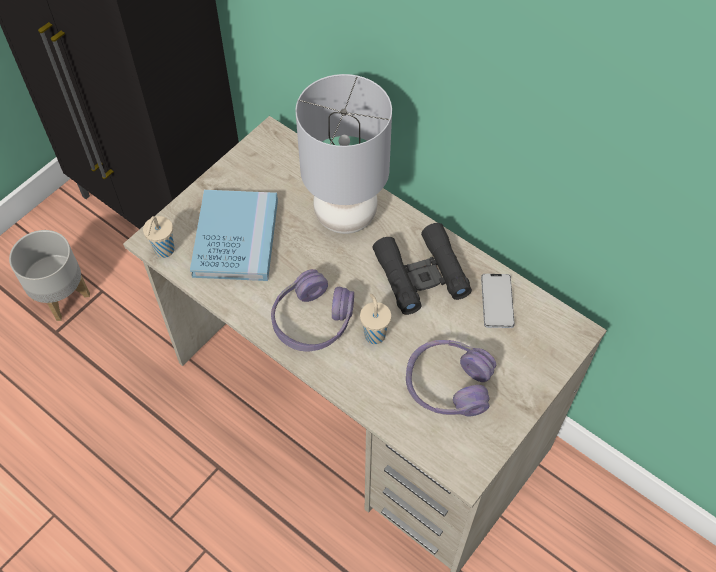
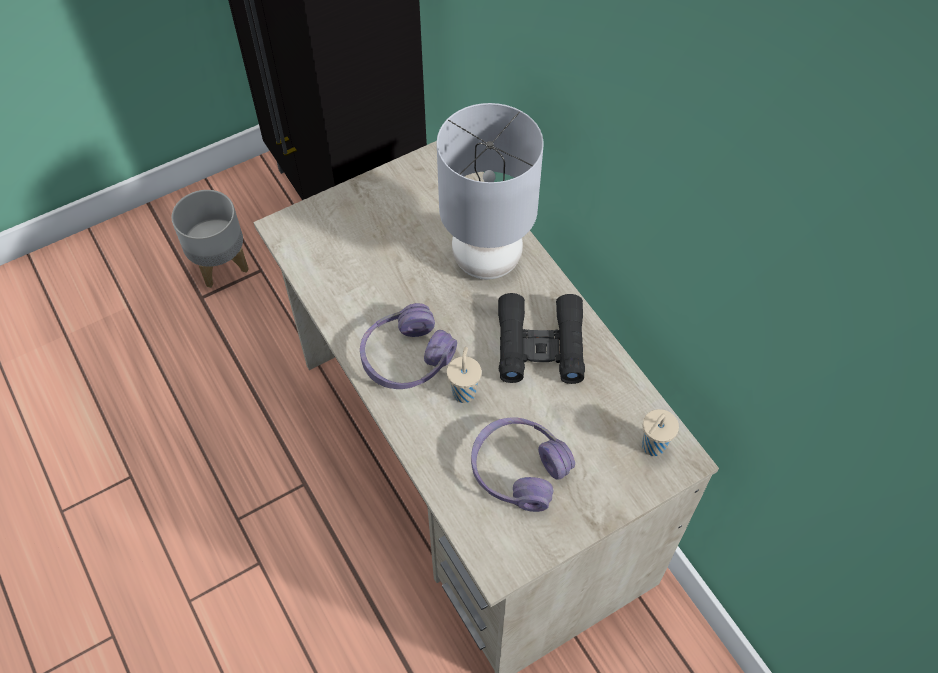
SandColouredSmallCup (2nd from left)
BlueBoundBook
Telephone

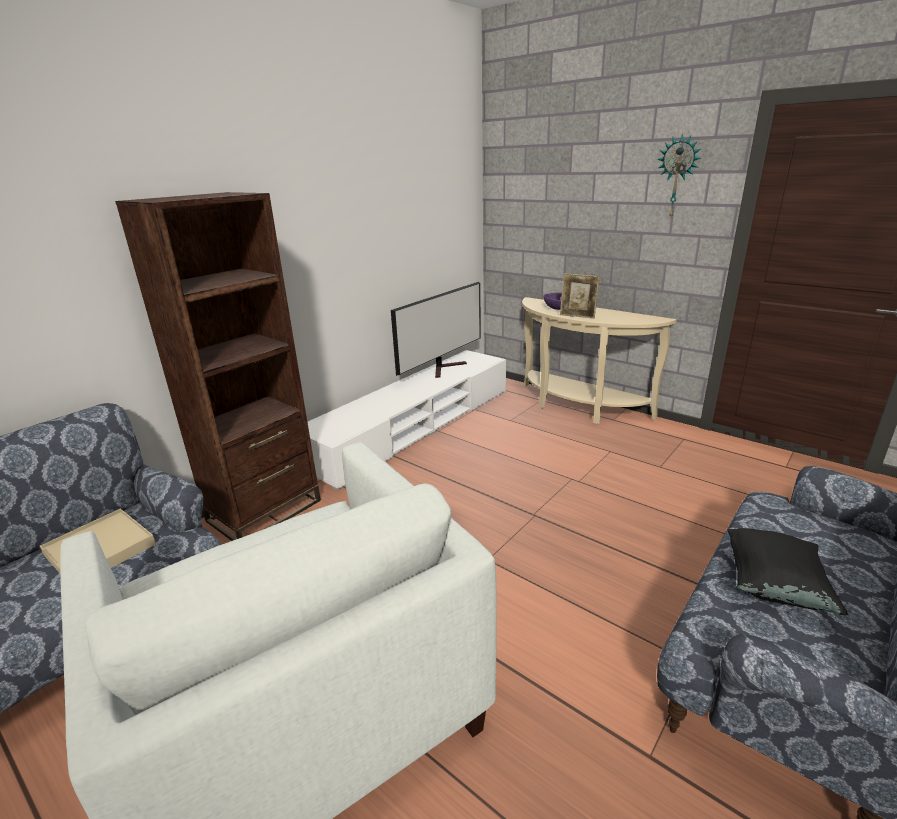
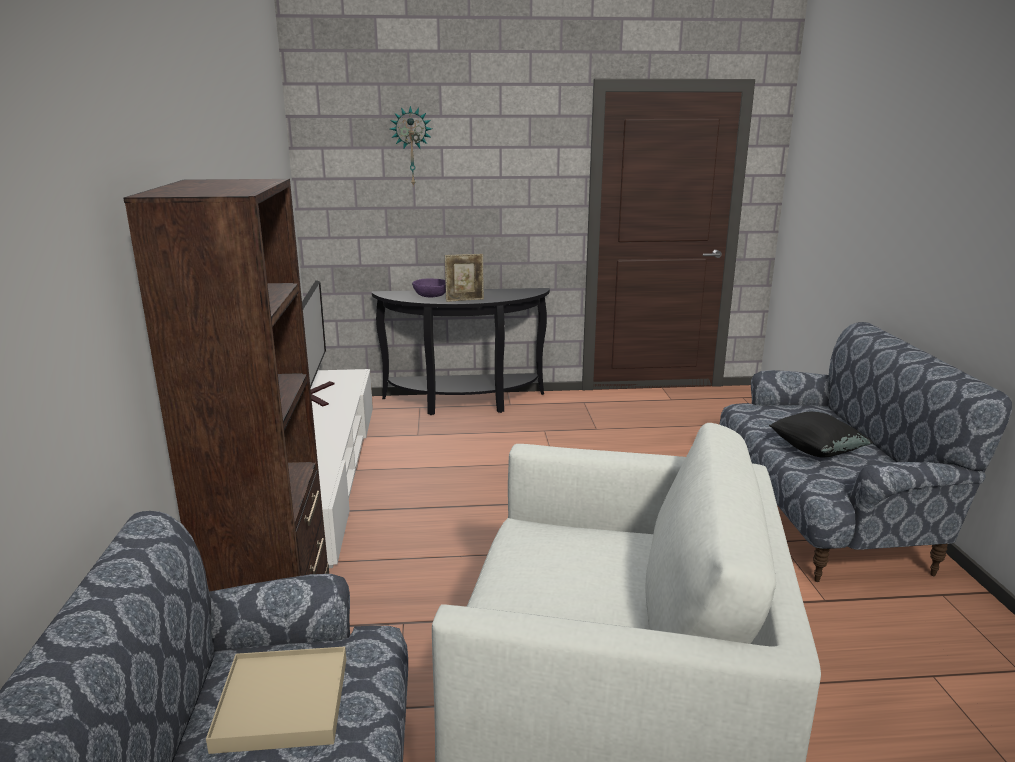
BlackNarrowTable
HangingClock

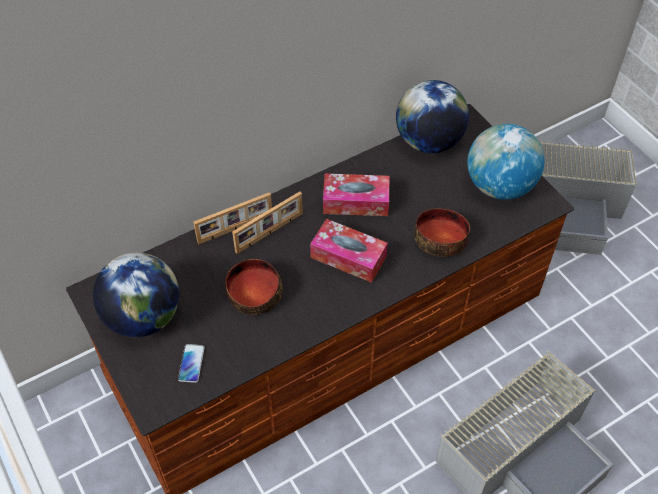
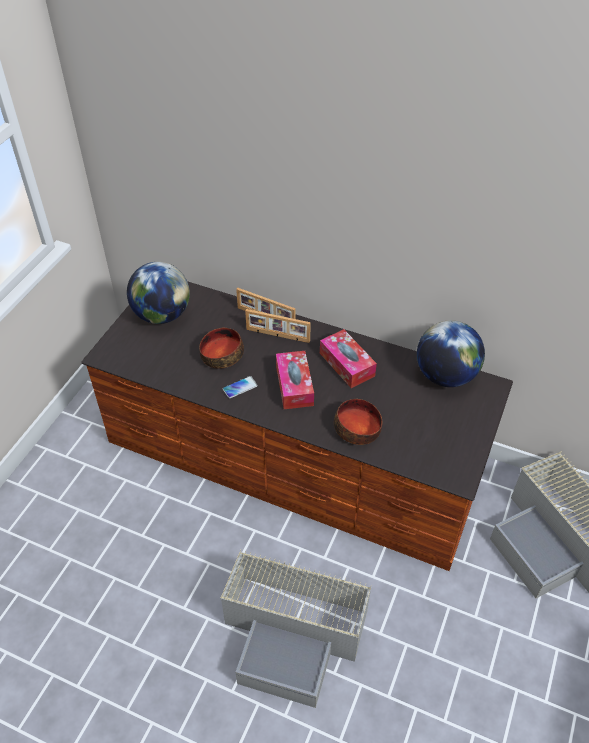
Telephone
Globe (3rd from left in the first image)

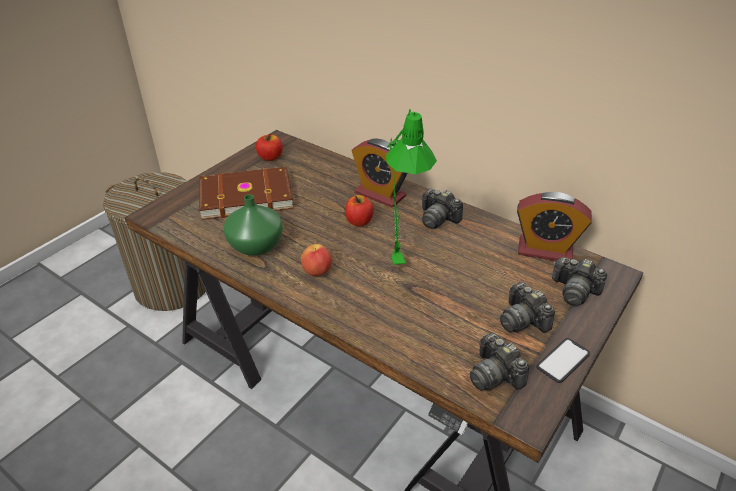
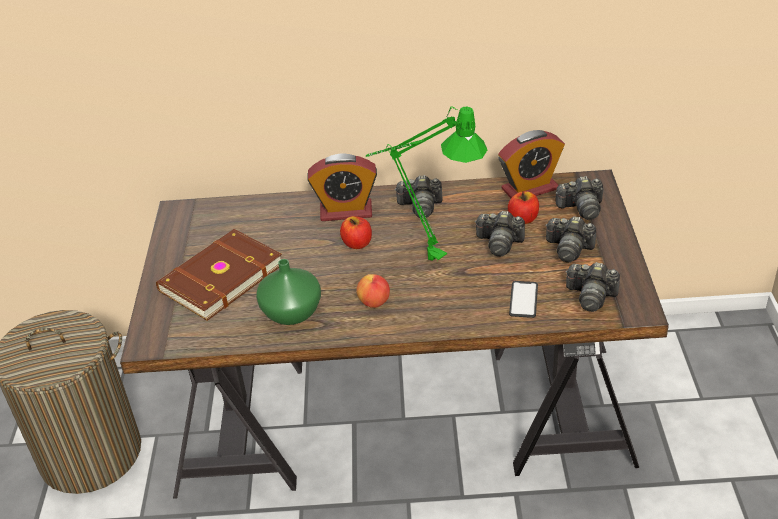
AppleFruit (3rd from left)
Telephone
StillCamera (2nd from left)

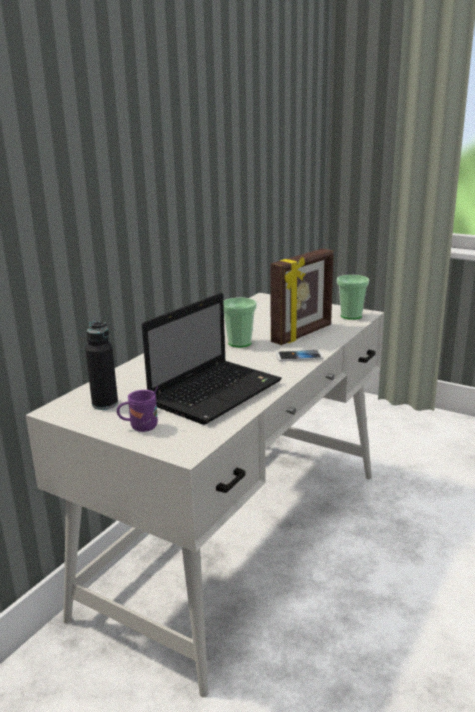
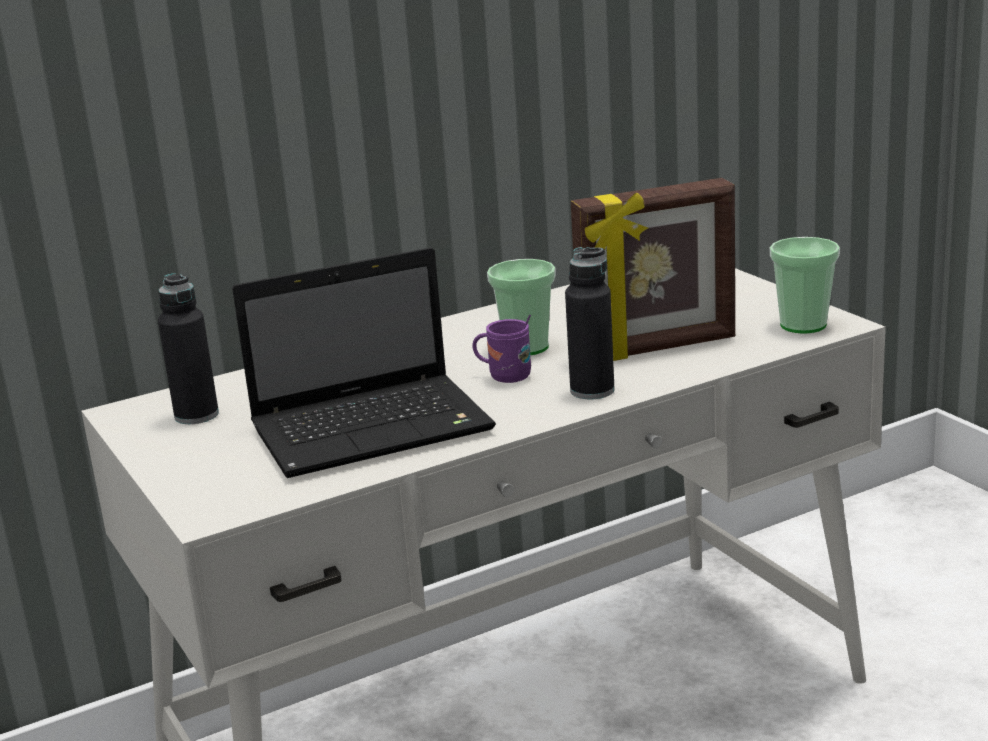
PurpleColouredMug
BlackBeverageBottle (2nd from left)

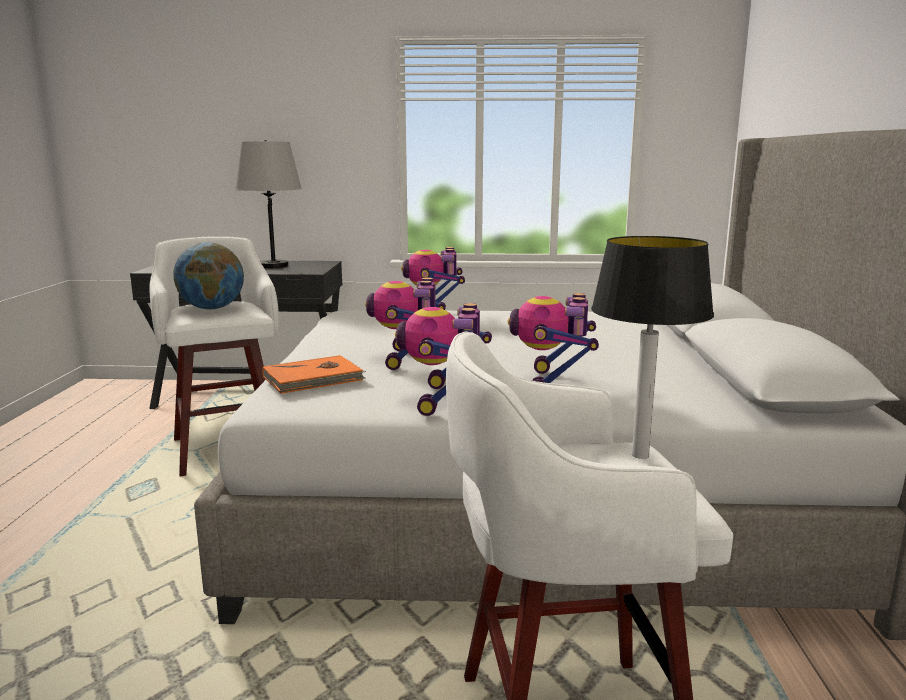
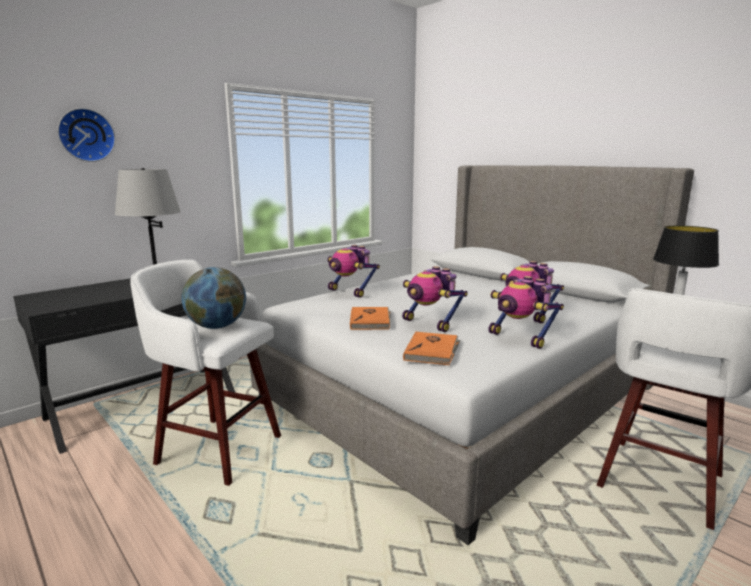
HangingClock
OrangeBoundBook (1st from left)

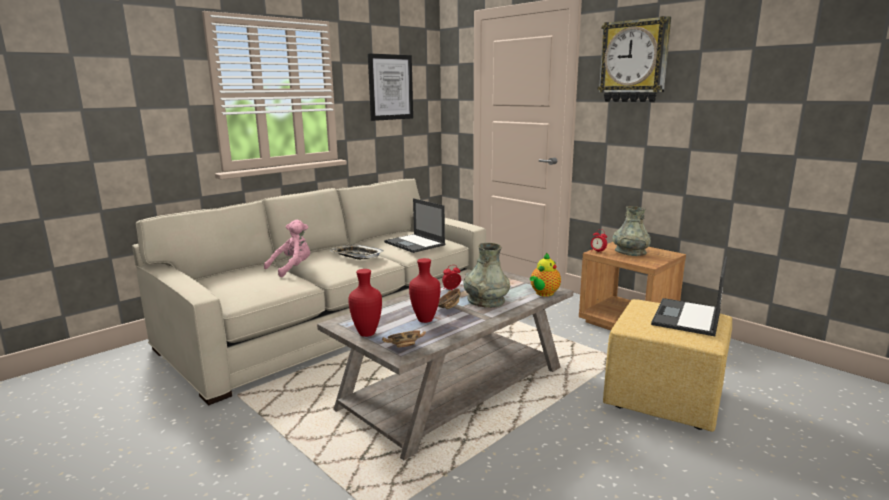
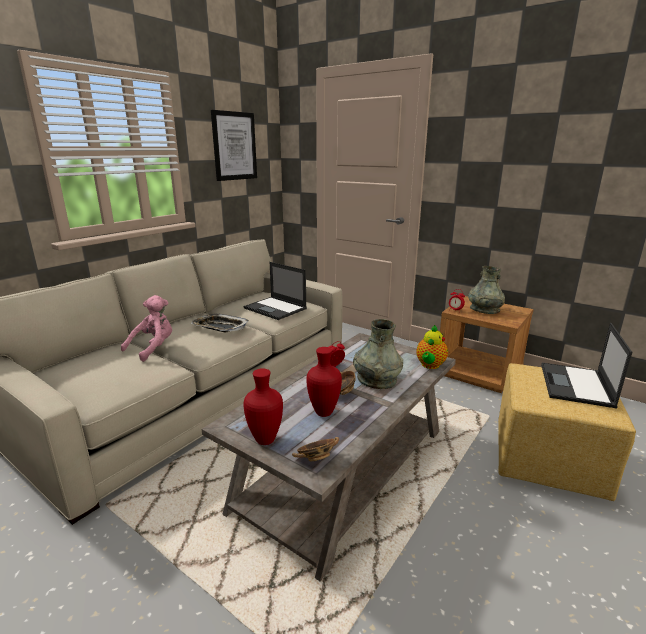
HangingClock

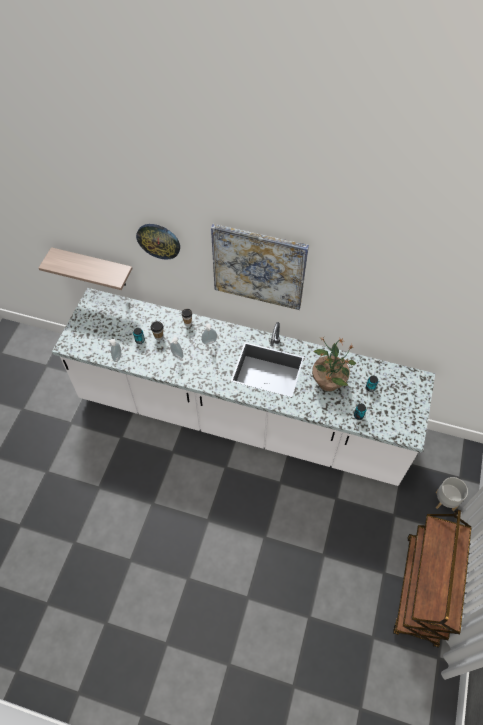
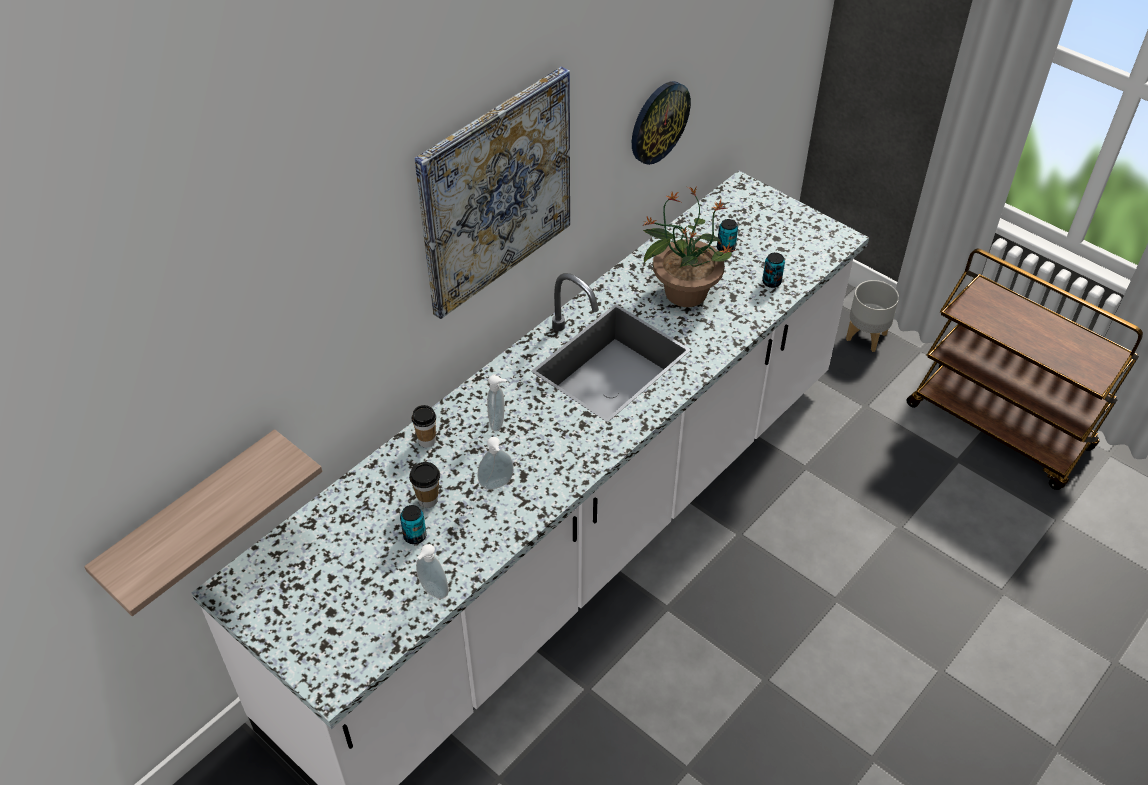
HangingClock

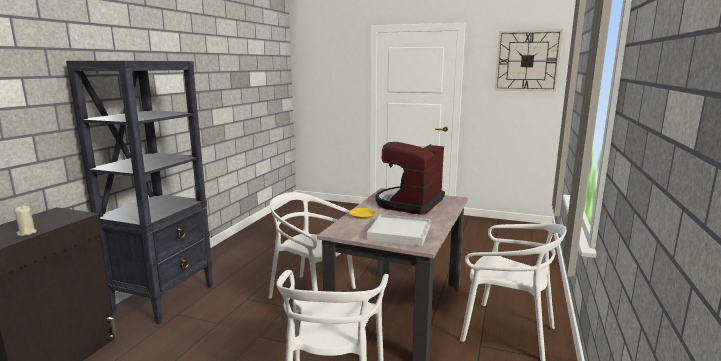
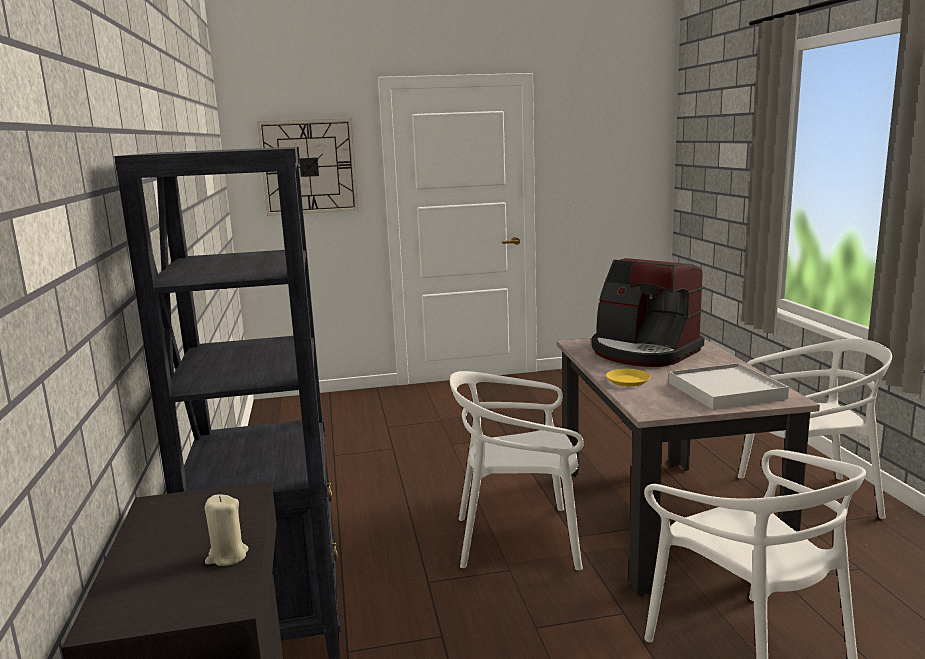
CoffeeBrewer
HangingClock

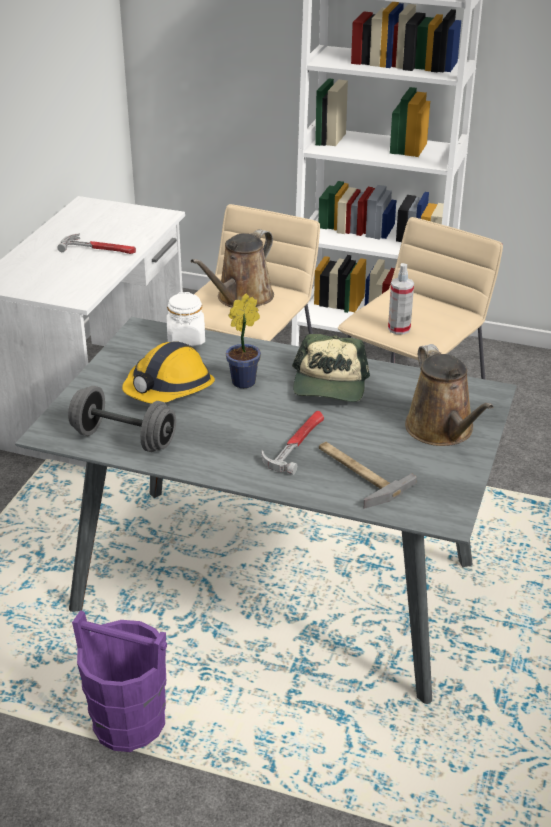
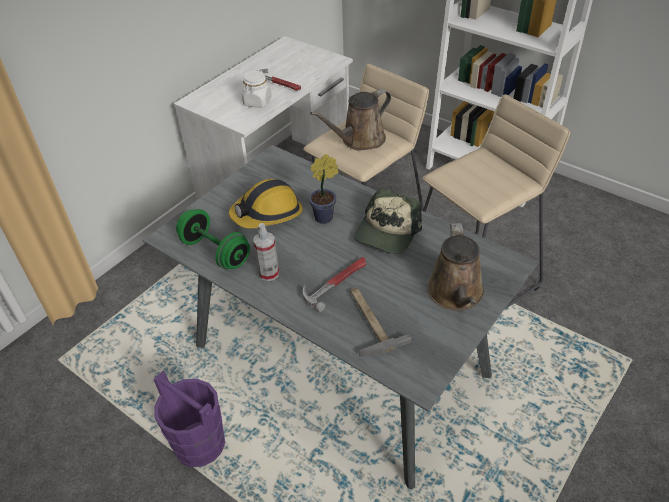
GreenishFreeWeight
WhitishPreserveJar
SprayBottle

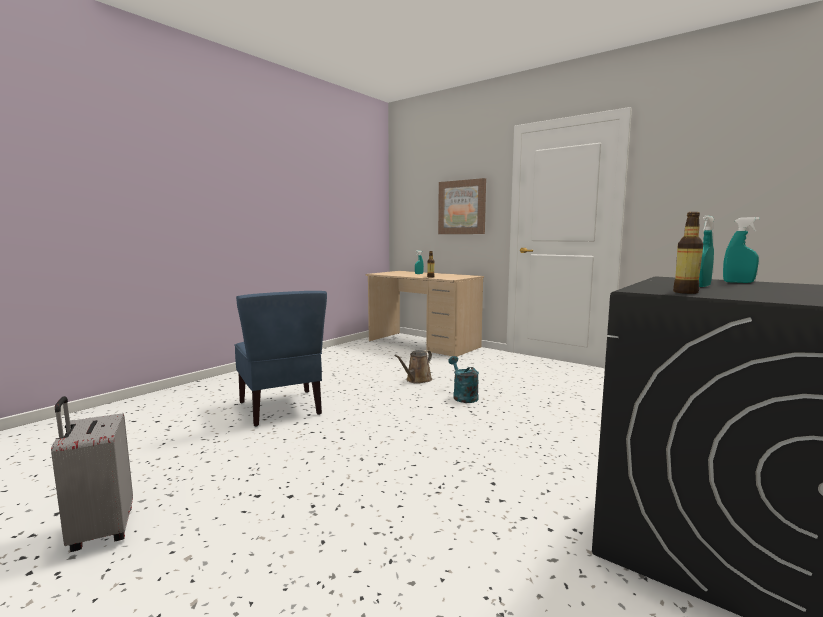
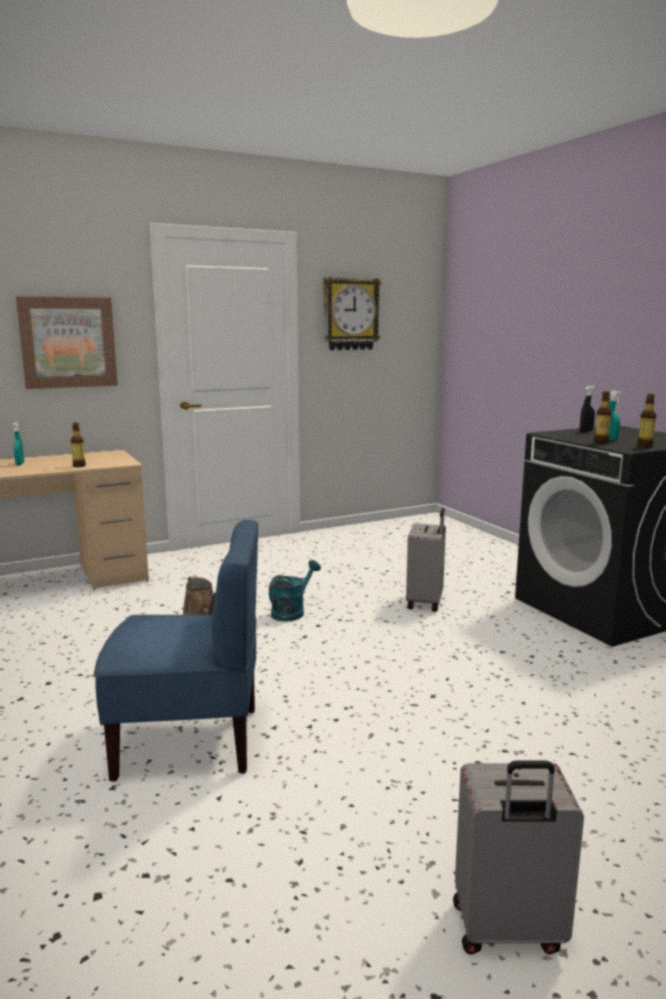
TurquoiseColouredWateringPot
BlackSprayBottle
HangingClock
GreyishTravelCase (1st from left)
BeverageBottle (2nd from left)

